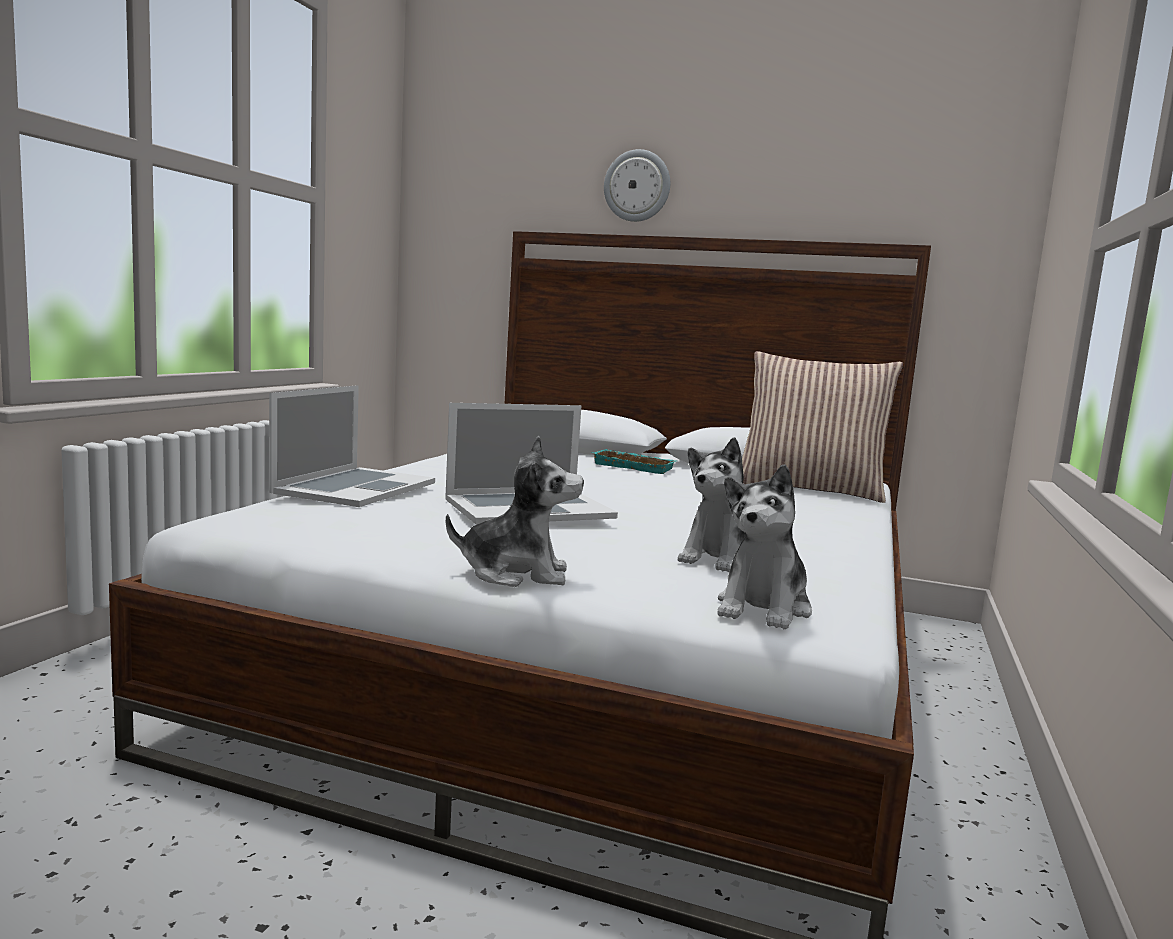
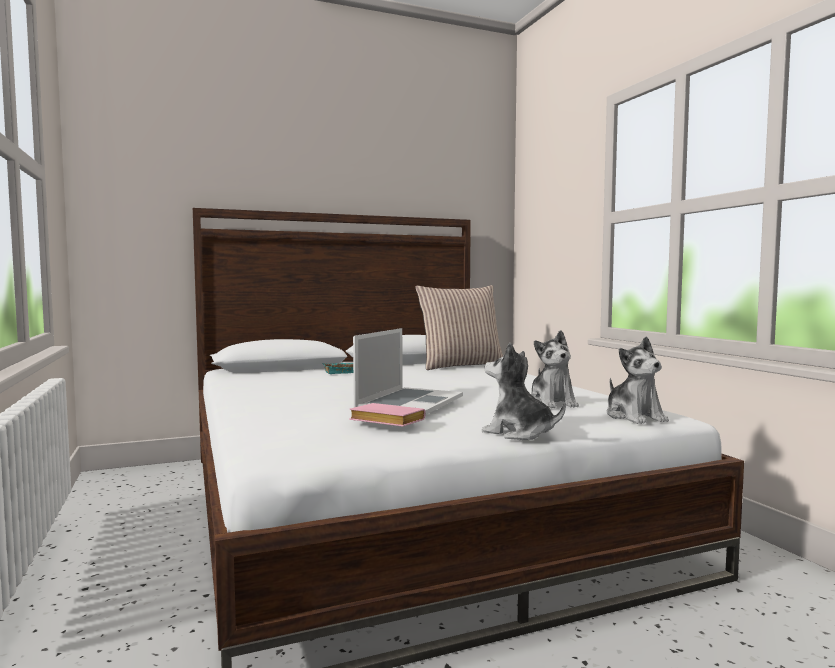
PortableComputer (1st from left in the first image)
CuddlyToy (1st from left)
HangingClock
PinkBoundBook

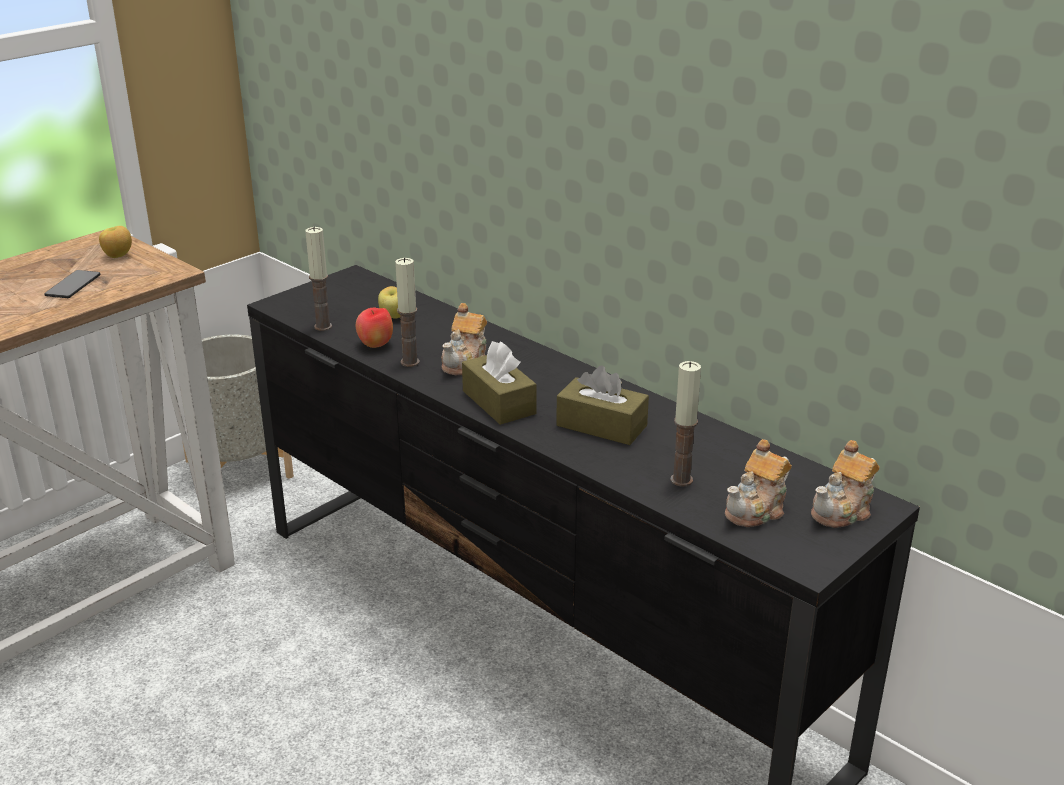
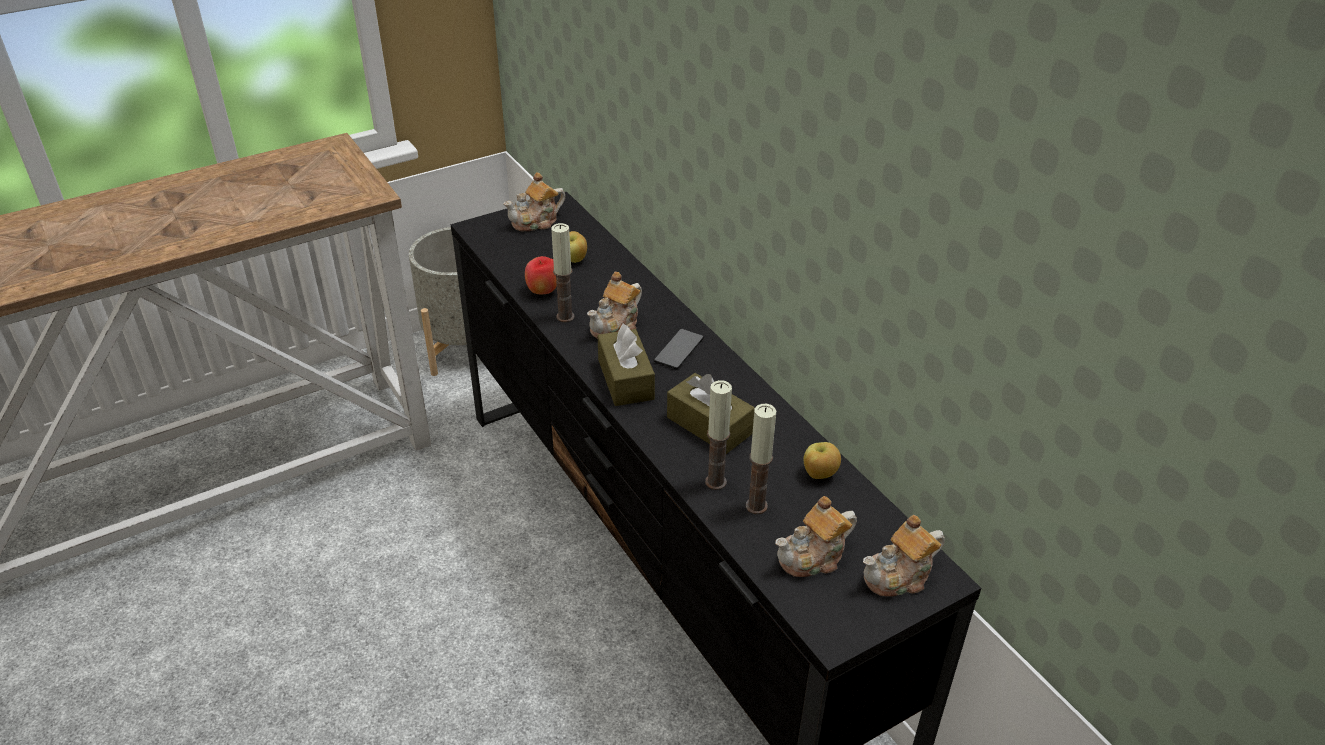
Telephone
AppleFruit (3rd from left)
WaxLight (2nd from left)
TeaPot (1st from left)

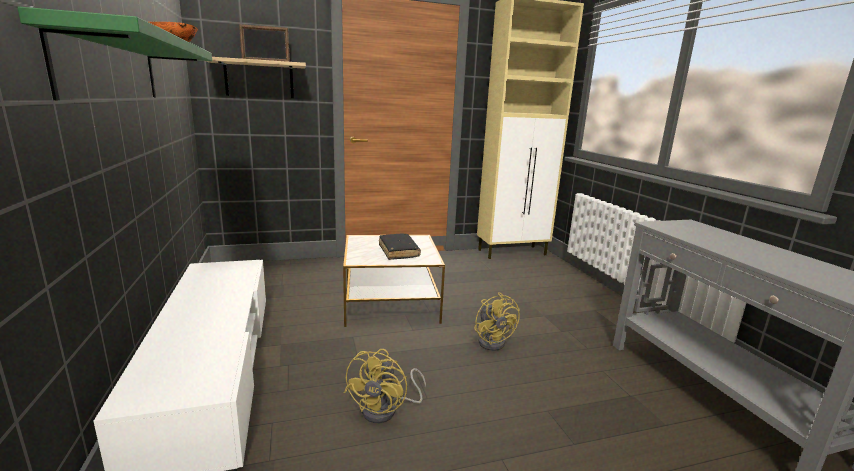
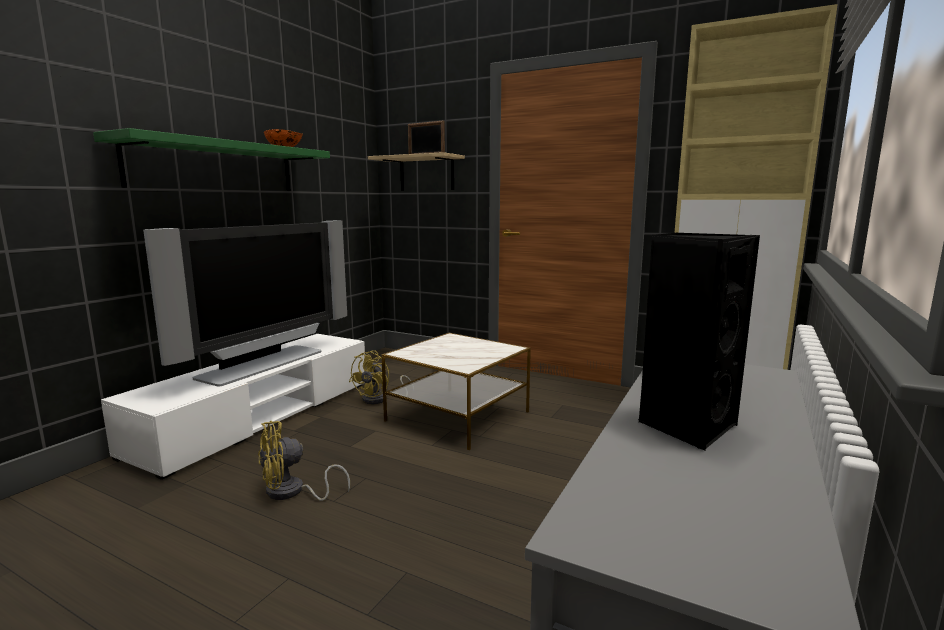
BlackBoundBook
YellowColouredFan (2nd from left)
TvSet
BlackSpeaker

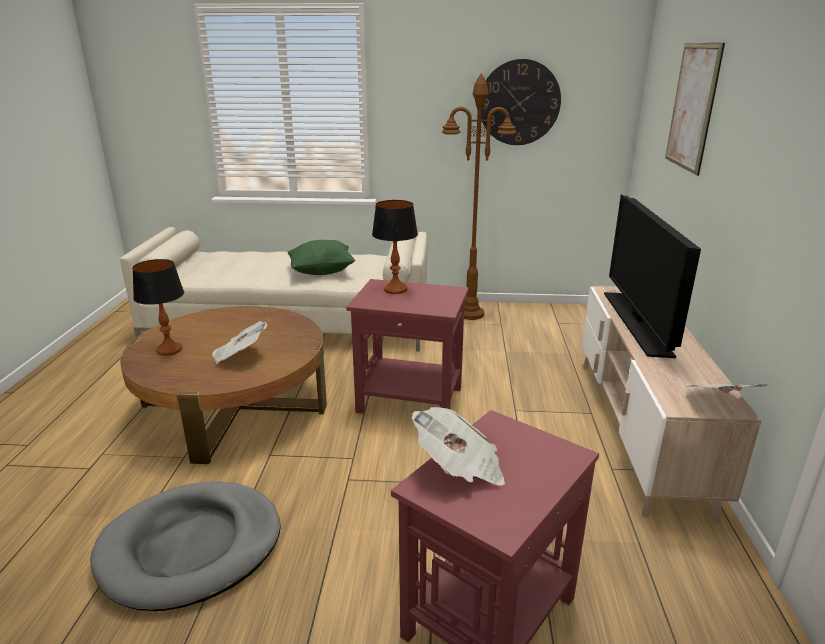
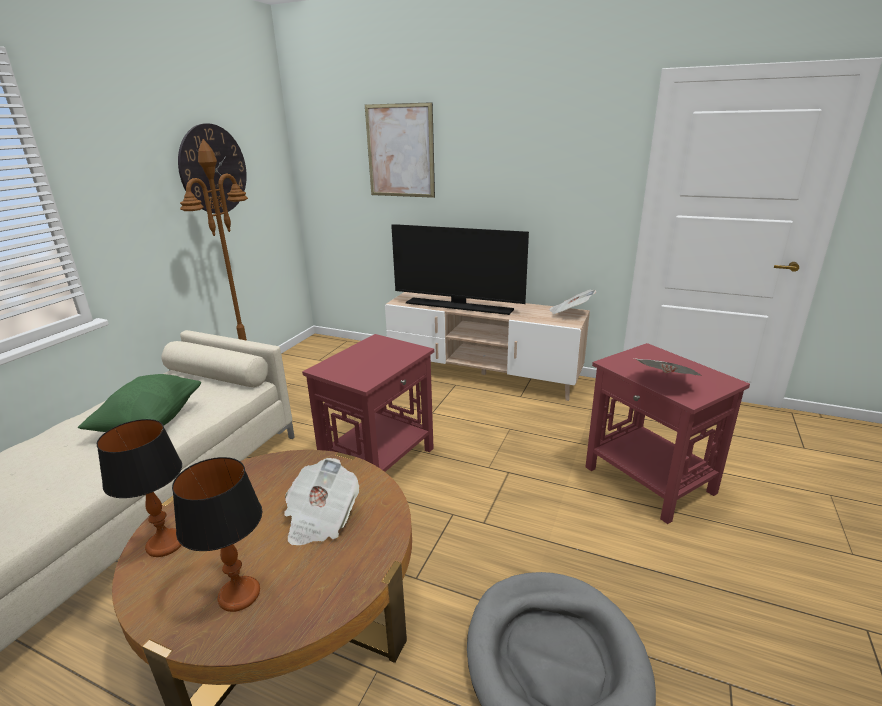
TabletopLamp (1st from left)

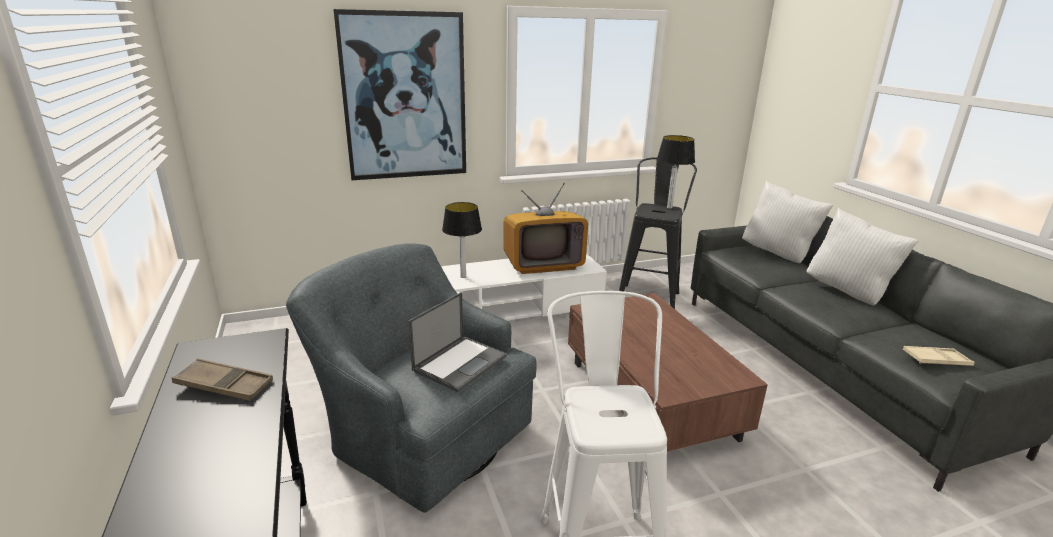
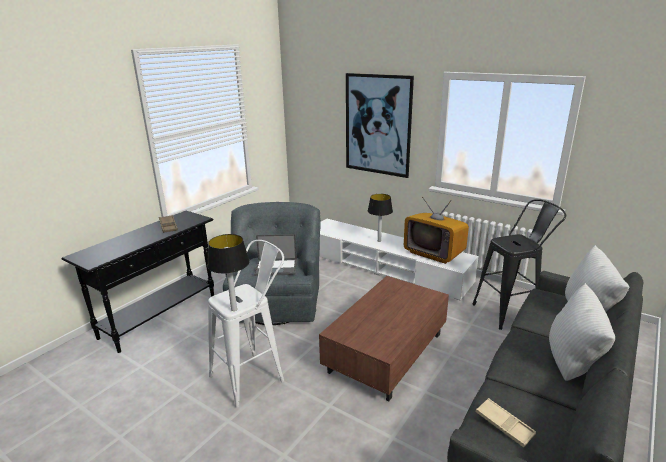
TabletopLamp (1st from left)

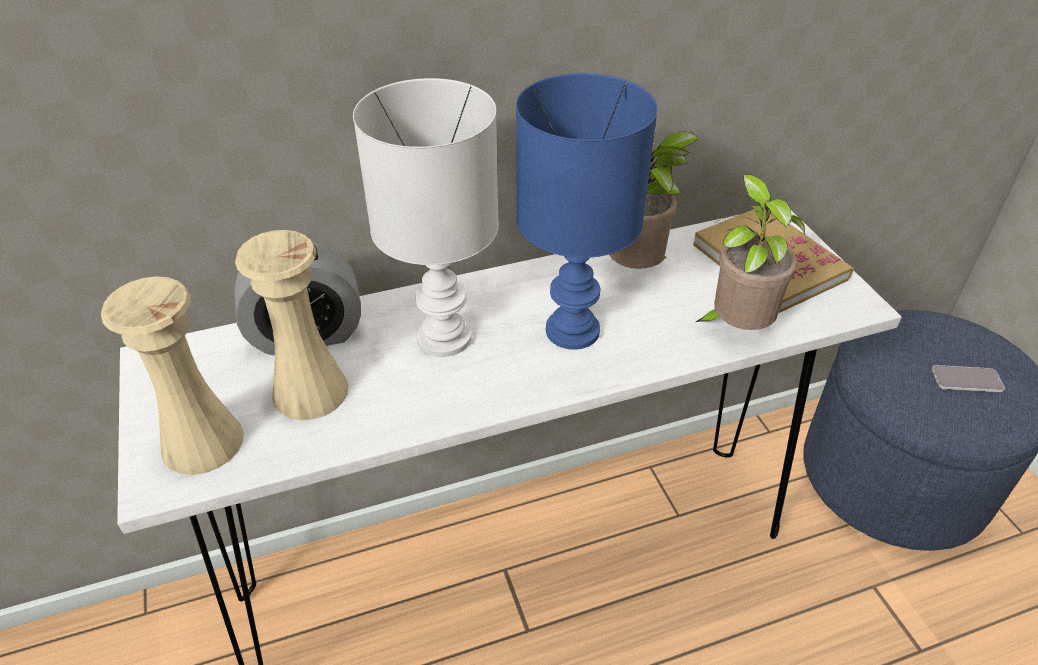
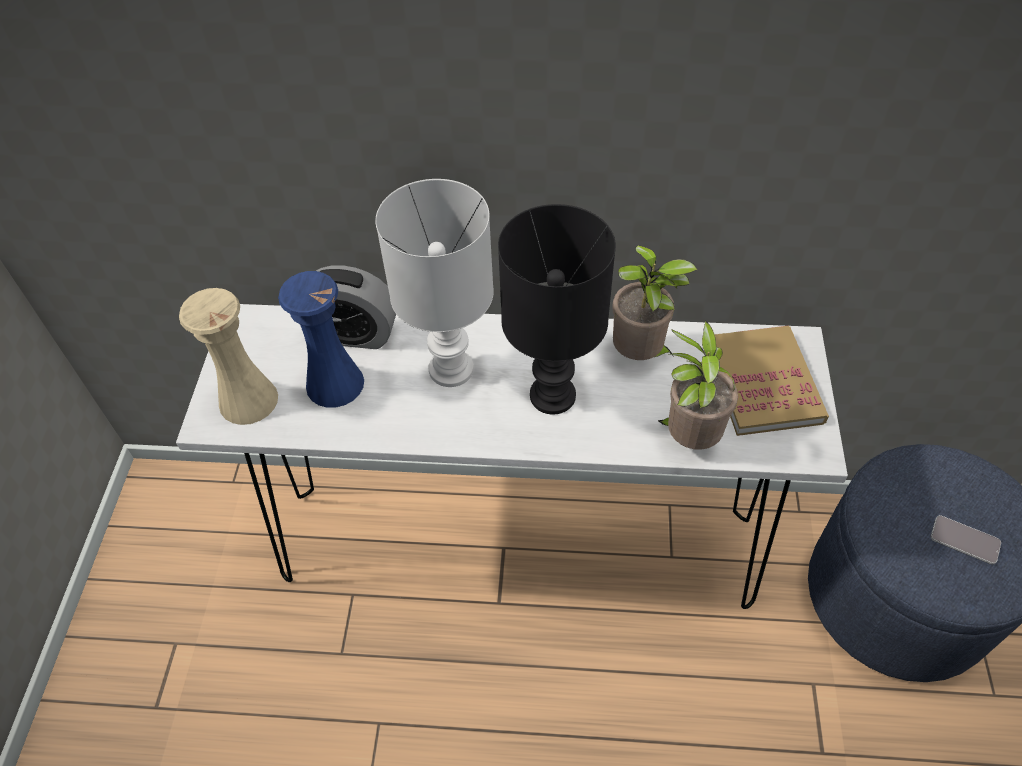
BlueVase
BlackTabletopLamp

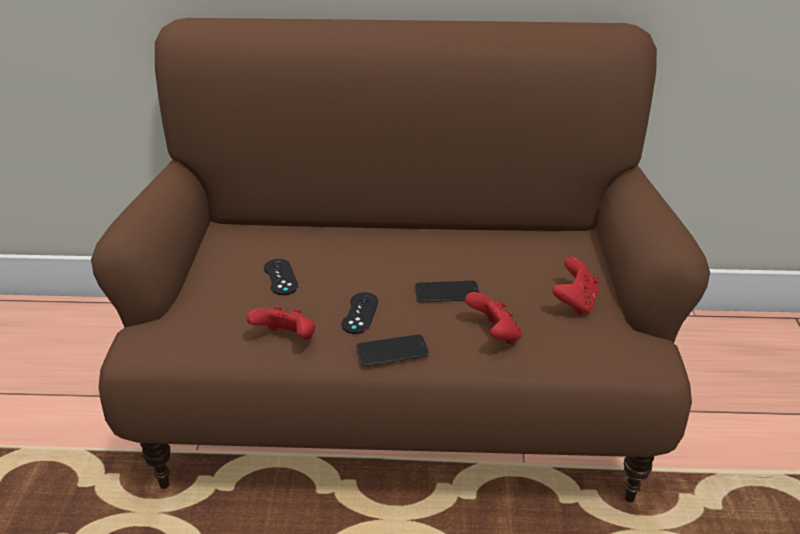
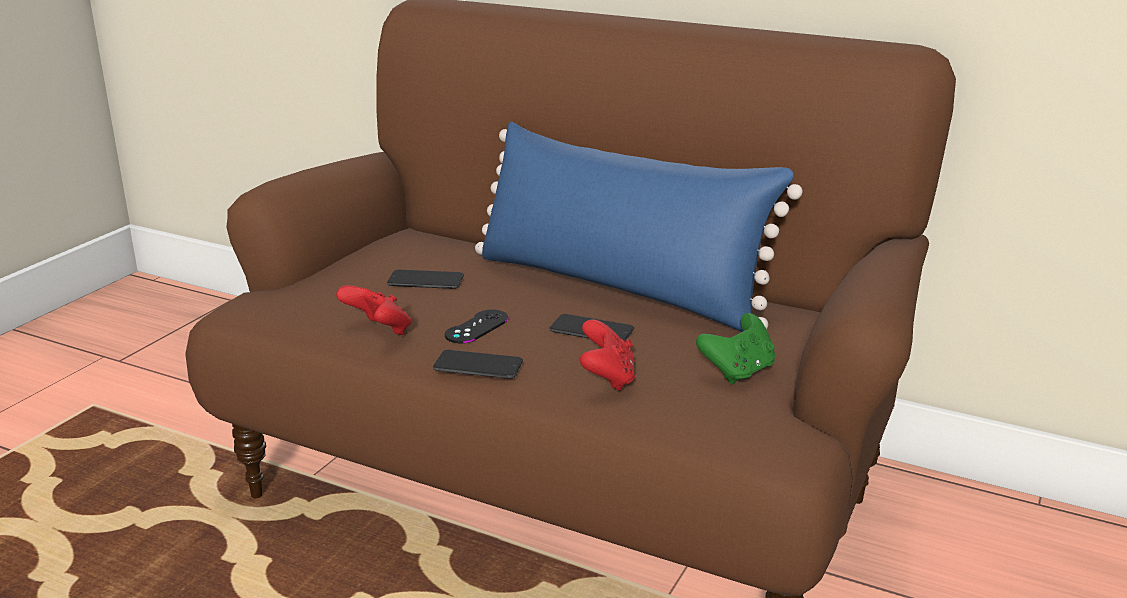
Telephone (1st from left)
GreenishGamepad
BlueCushion

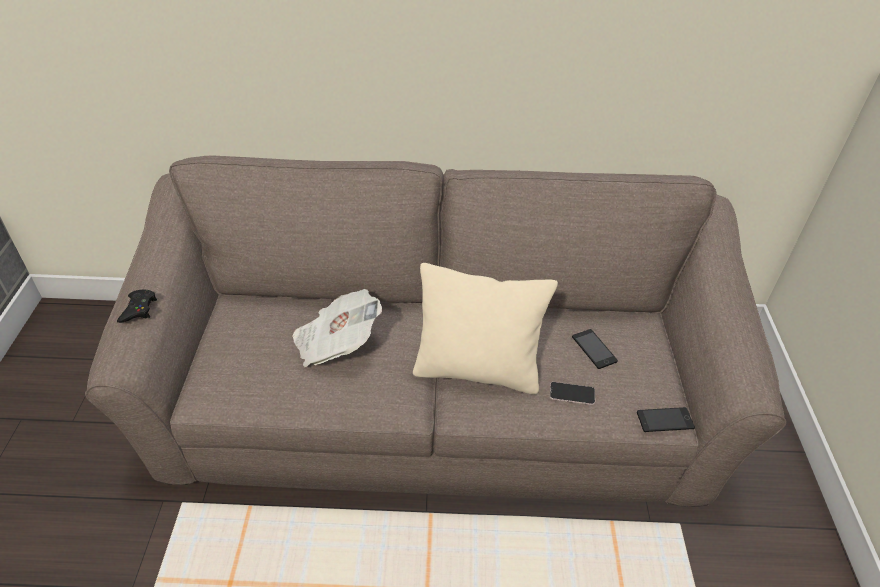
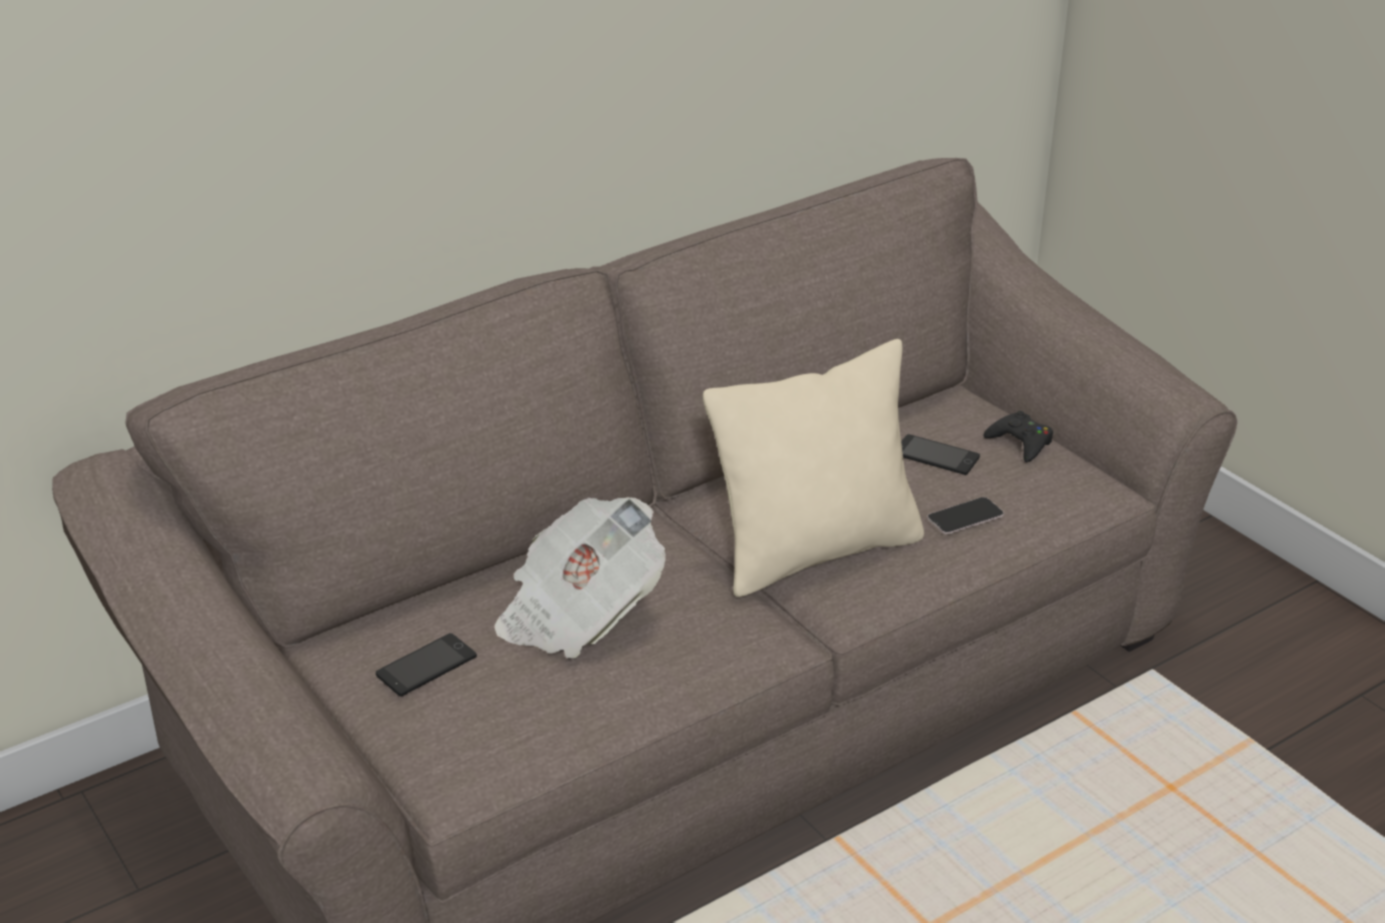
BlackGamepad
Telephone (1st from left)

